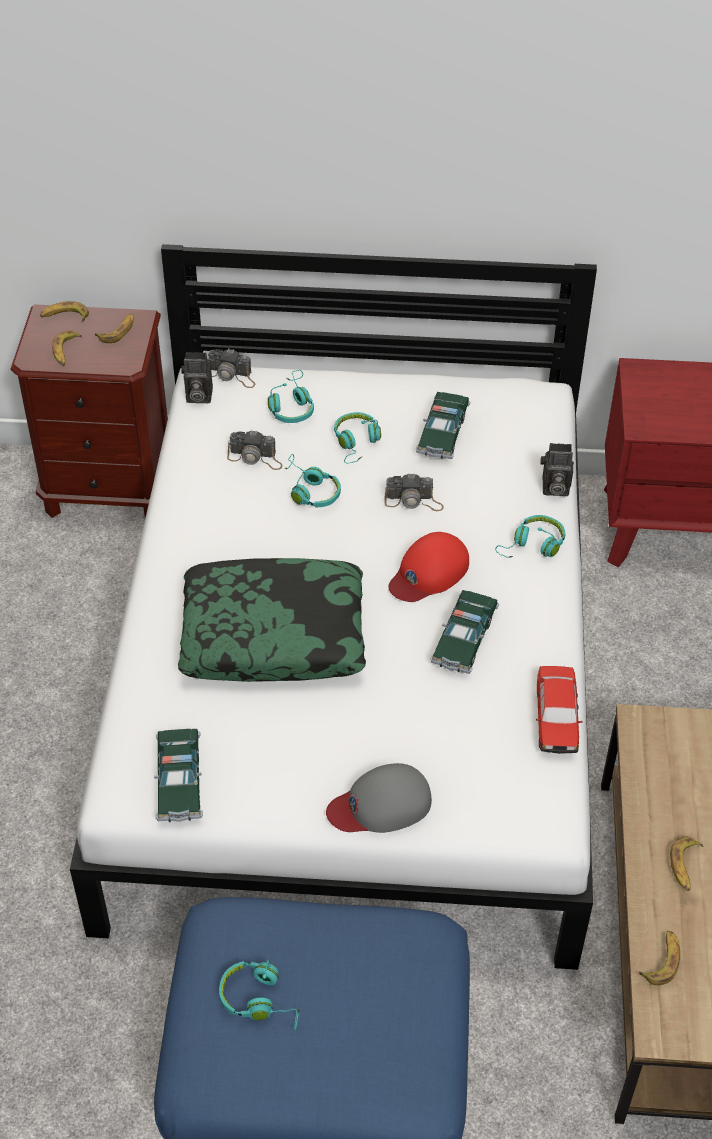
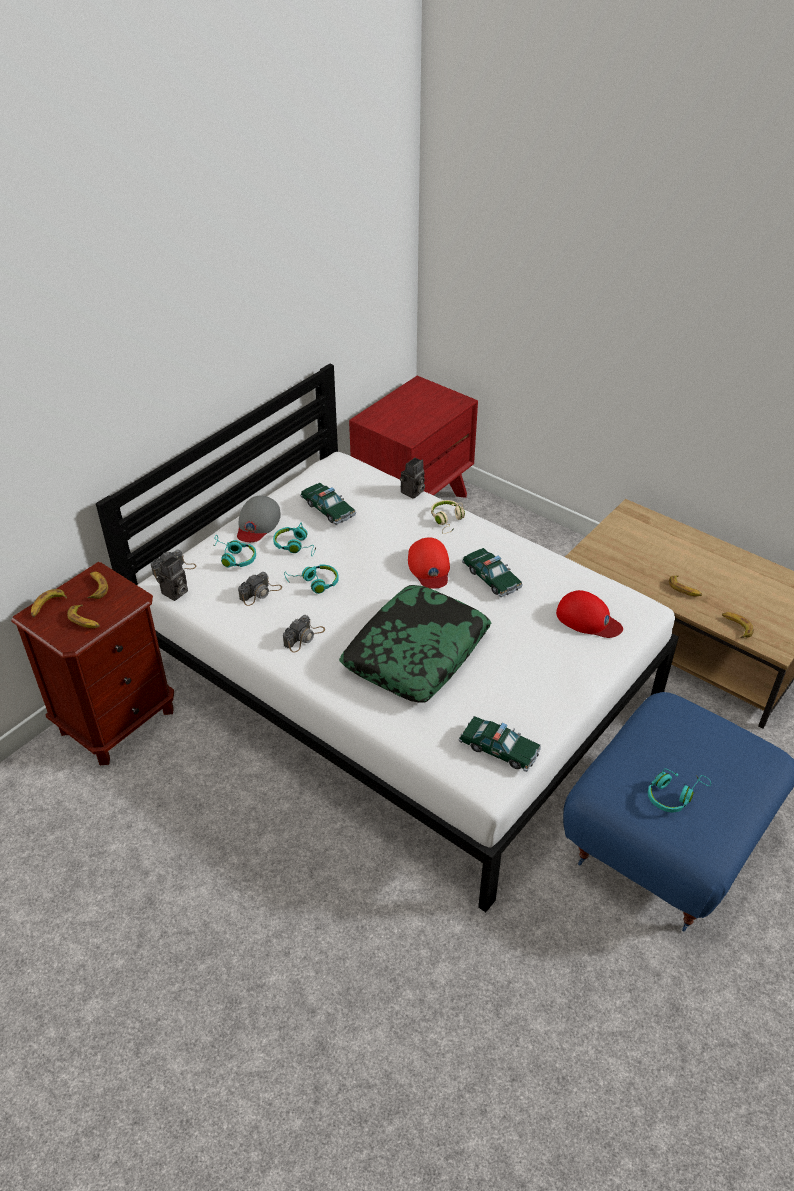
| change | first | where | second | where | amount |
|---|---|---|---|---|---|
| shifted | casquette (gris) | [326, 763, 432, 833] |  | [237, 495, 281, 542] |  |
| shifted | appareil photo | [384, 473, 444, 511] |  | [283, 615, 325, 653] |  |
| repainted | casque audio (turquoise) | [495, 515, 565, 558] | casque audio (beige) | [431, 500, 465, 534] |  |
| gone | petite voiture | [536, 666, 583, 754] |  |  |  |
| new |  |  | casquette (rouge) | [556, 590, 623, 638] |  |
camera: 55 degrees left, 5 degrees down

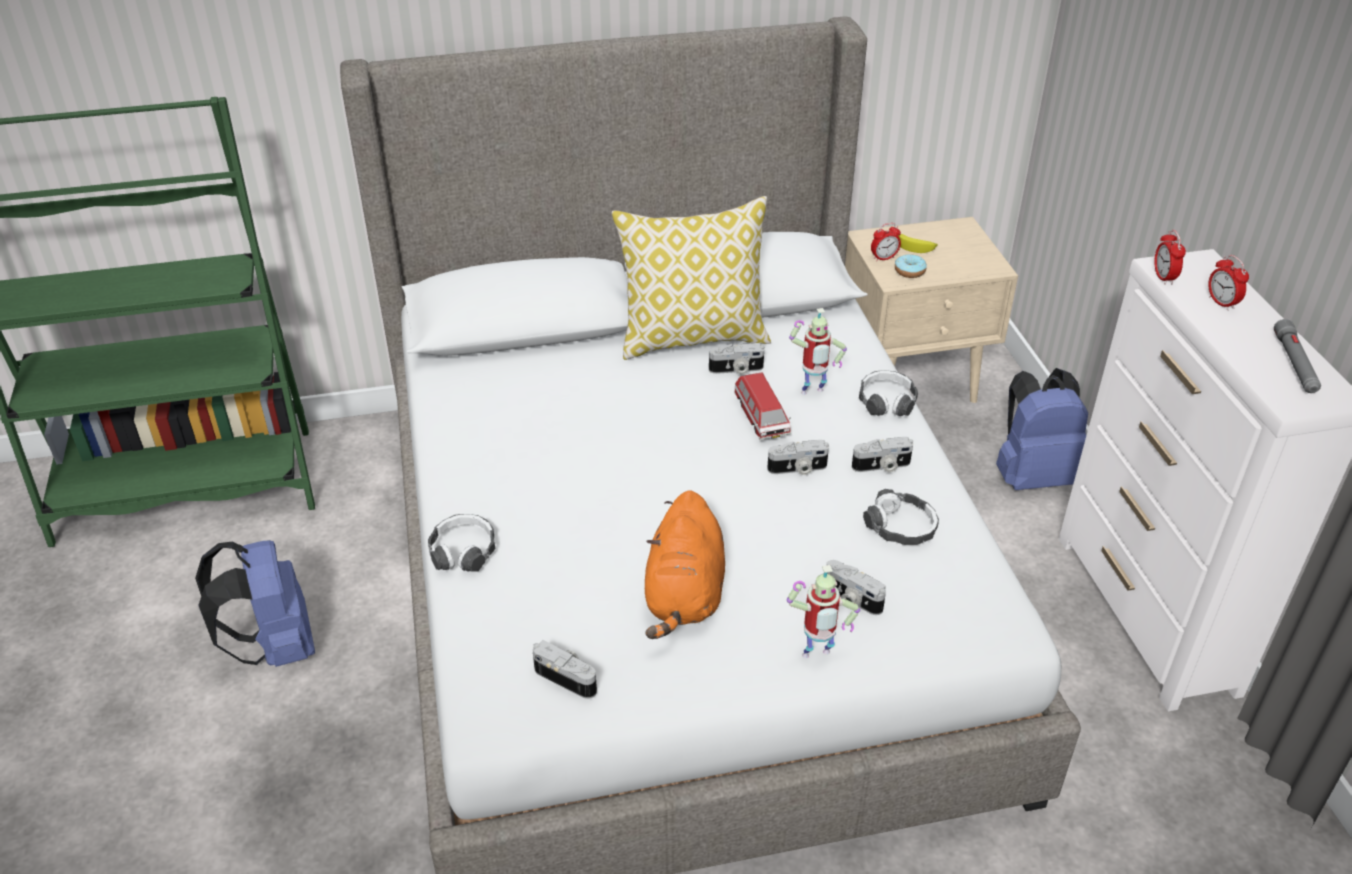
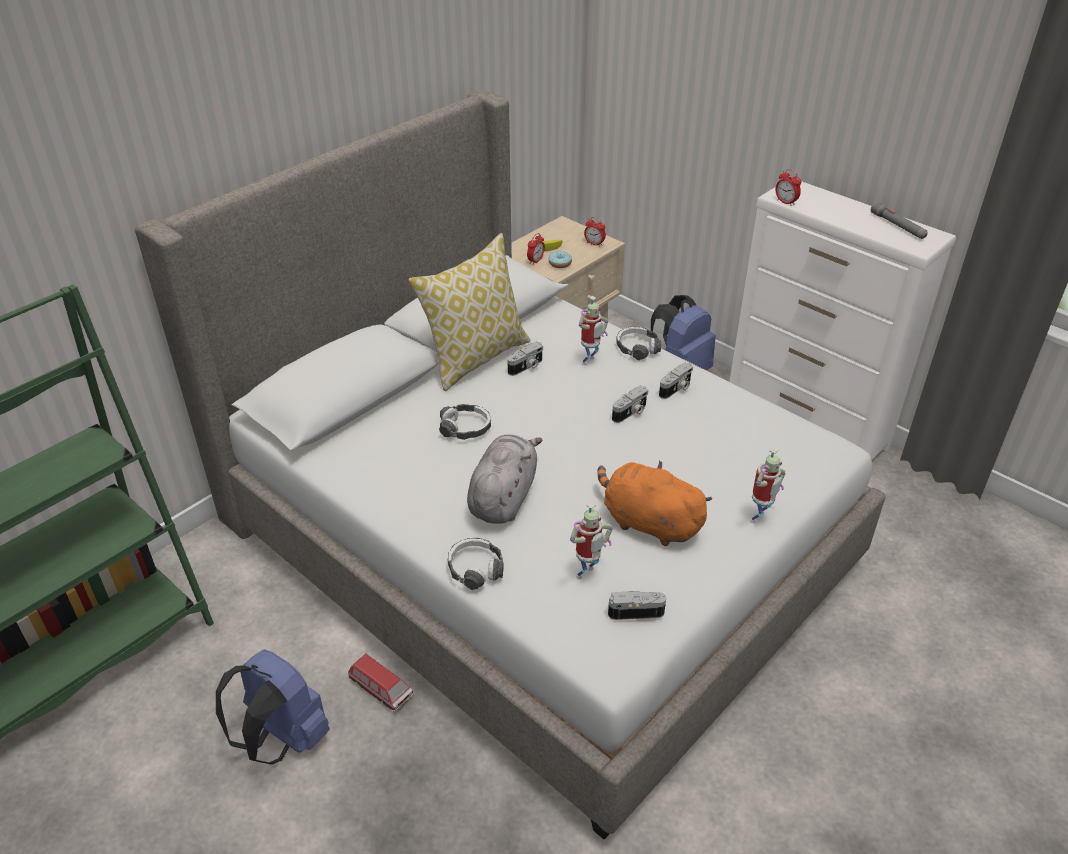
| change | first | where | second | where | amount |
|---|---|---|---|---|---|
| rotated | peluche (orange) | [645, 490, 725, 639] |  | [597, 460, 712, 546] | 150 degrees clockwise |
| shifted | petite voiture | [734, 372, 791, 440] |  | [348, 654, 414, 712] |  |
| gone | appareil photo | [826, 560, 886, 615] |  |  |  |
| shifted | casque audio | [863, 489, 939, 545] |  | [439, 404, 491, 440] |  |
| shifted | réveil | [1208, 255, 1249, 311] |  | [584, 217, 606, 247] |  |
| new |  |  | peluche (gris) | [467, 435, 543, 524] |  |
| new |  |  | robot jouet | [570, 502, 613, 579] |  |
camera: 35 degrees left, 0 degrees up

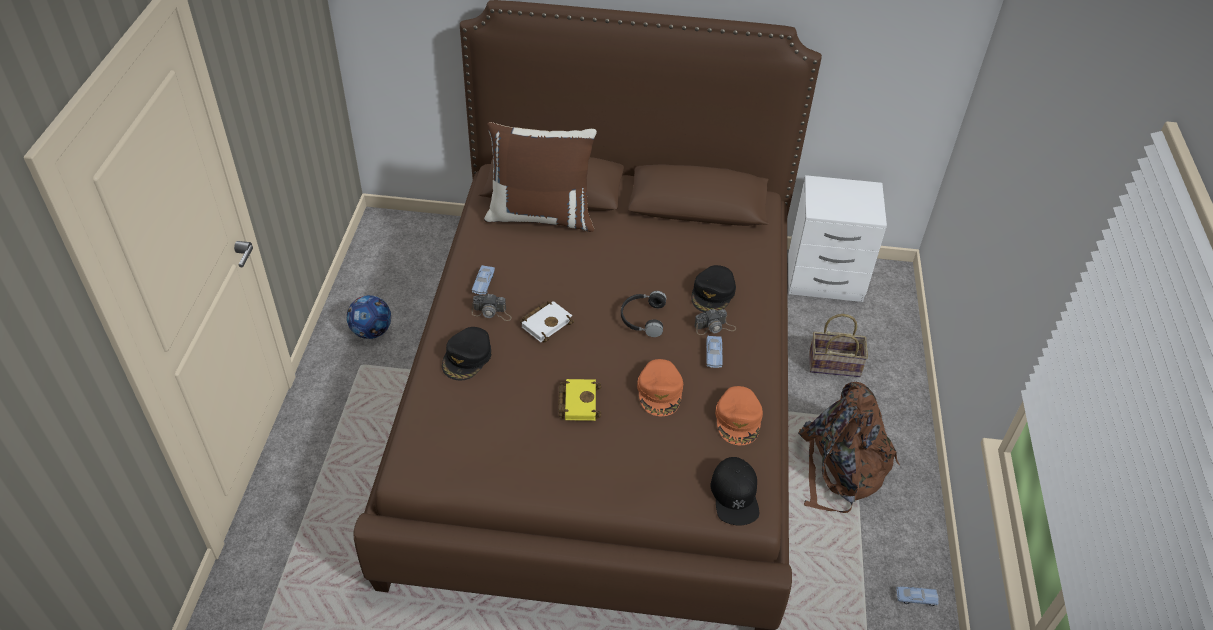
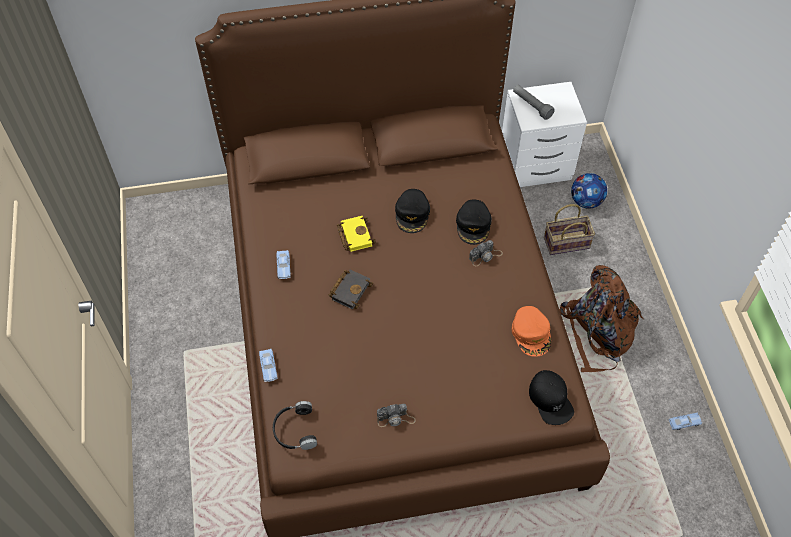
| change | first | where | second | where | amount |
|---|---|---|---|---|---|
| shifted | ballon de foot | [347, 295, 391, 339] |  | [571, 173, 607, 209] |  |
| shifted | casquette (noir) | [442, 327, 491, 380] |  | [395, 189, 430, 233] |  |
| shifted | appareil photo | [472, 293, 512, 321] |  | [377, 404, 416, 427] |  |
| gone | coussin (marron) | [484, 122, 597, 232] |  |  |  |
| repainted | livre (blanc) | [519, 301, 574, 342] | livre (noir) | [329, 270, 374, 309] |  |
| shifted | livre (jaune) | [558, 379, 601, 421] |  | [337, 216, 376, 252] |  |
| shifted | casque audio (noir) | [621, 291, 666, 337] |  | [273, 401, 317, 450] |  |
| gone | casquette (orange) | [637, 359, 683, 416] |  |  |  |
| shifted | petite voiture (bleu) | [706, 336, 723, 368] |  | [259, 349, 278, 382] |  |
| new |  |  | lampe de poche (gris) | [513, 85, 555, 120] |  |
camera: 15 degrees left, 10 degrees up

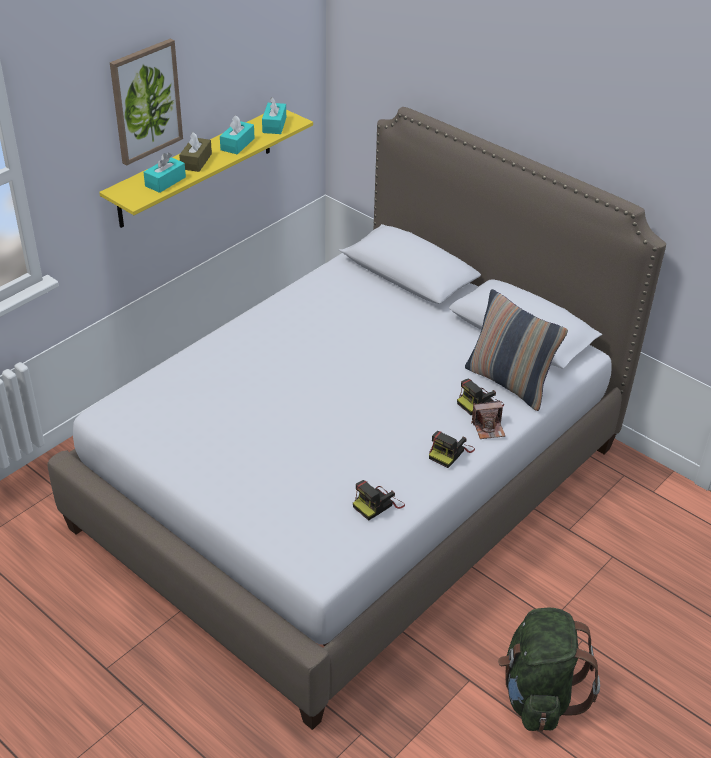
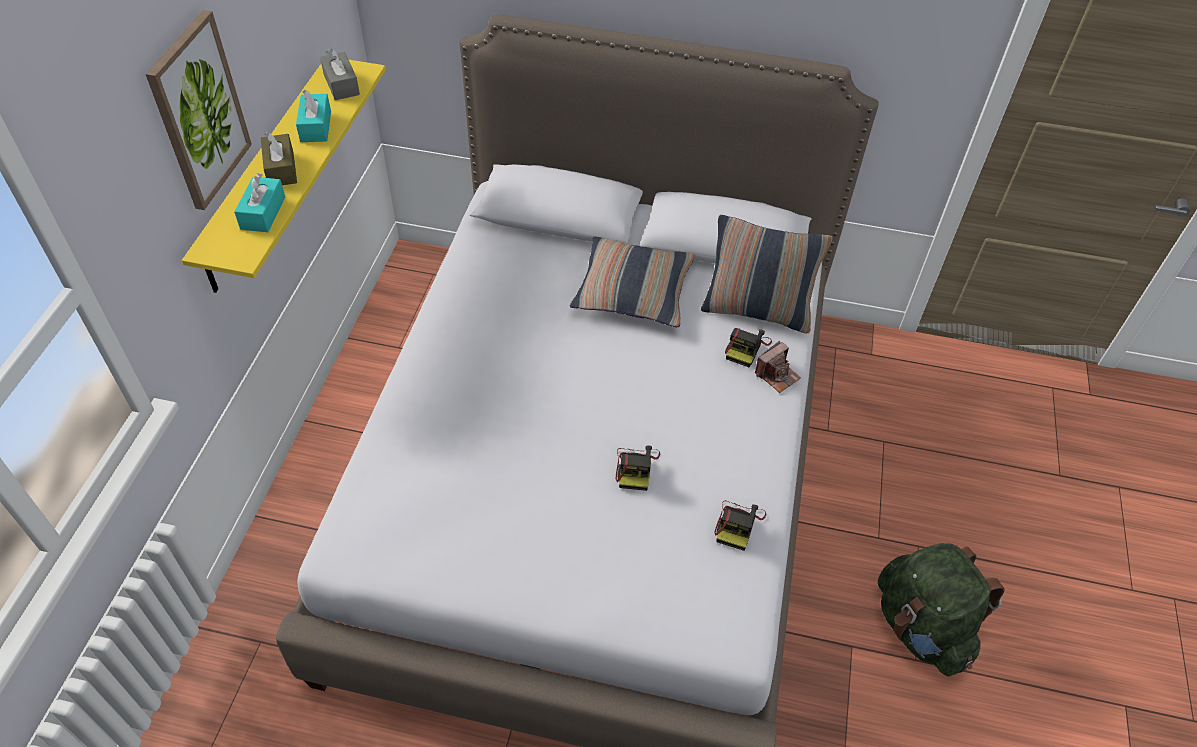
| change | first | where | second | where | amount |
|---|---|---|---|---|---|
| repainted | boîte à mouchoirs (turquoise) | [262, 97, 286, 134] | boîte à mouchoirs (gris) | [320, 49, 360, 100] |  |
| shifted | appareil photo | [429, 431, 475, 468] |  | [616, 445, 660, 491] |  |
| new |  |  | coussin | [570, 237, 696, 327] |  |
camera: 30 degrees left, 10 degrees up

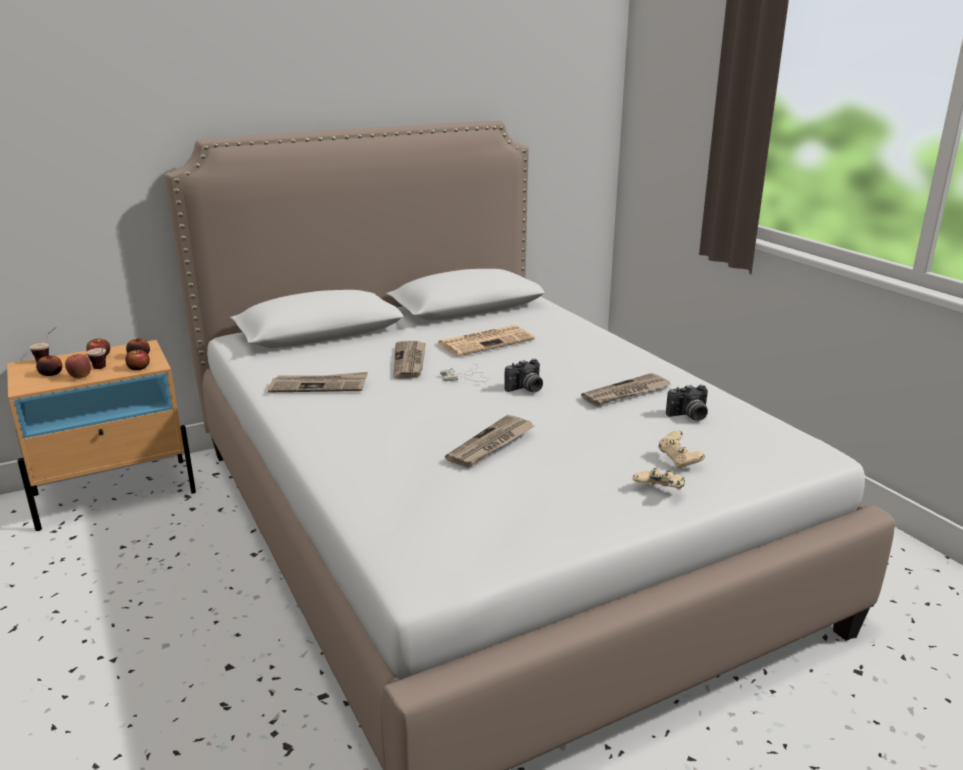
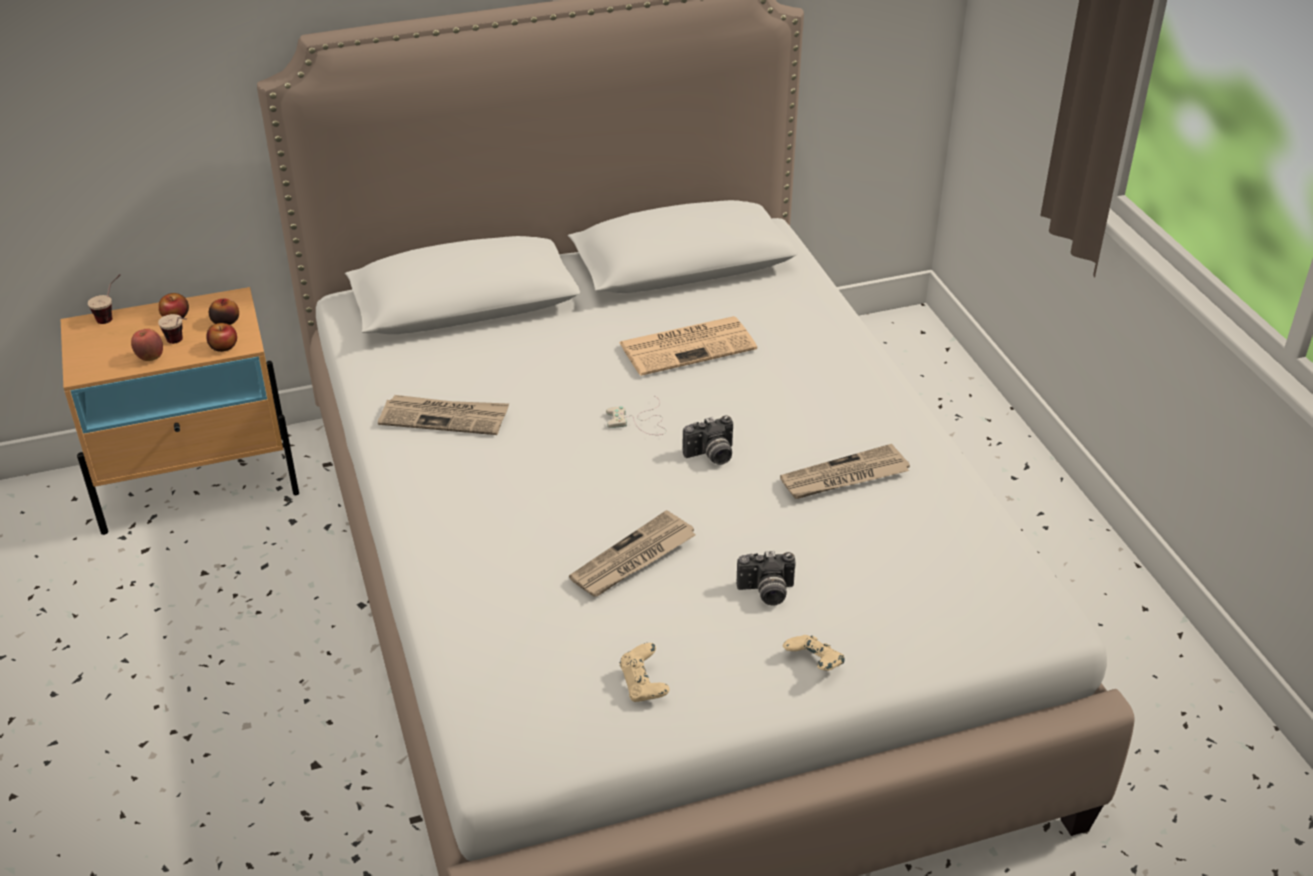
| change | first | where | second | where | amount |
|---|---|---|---|---|---|
| gone | pomme | [36, 355, 62, 376] |  |  |  |
| gone | journal | [393, 341, 426, 378] |  |  |  |
| shifted | manette (beige) | [658, 430, 705, 469] |  | [619, 643, 669, 702] |  |
| shifted | appareil photo | [666, 385, 708, 421] |  | [737, 551, 796, 606] |  |
camera: 10 degrees right, 15 degrees up

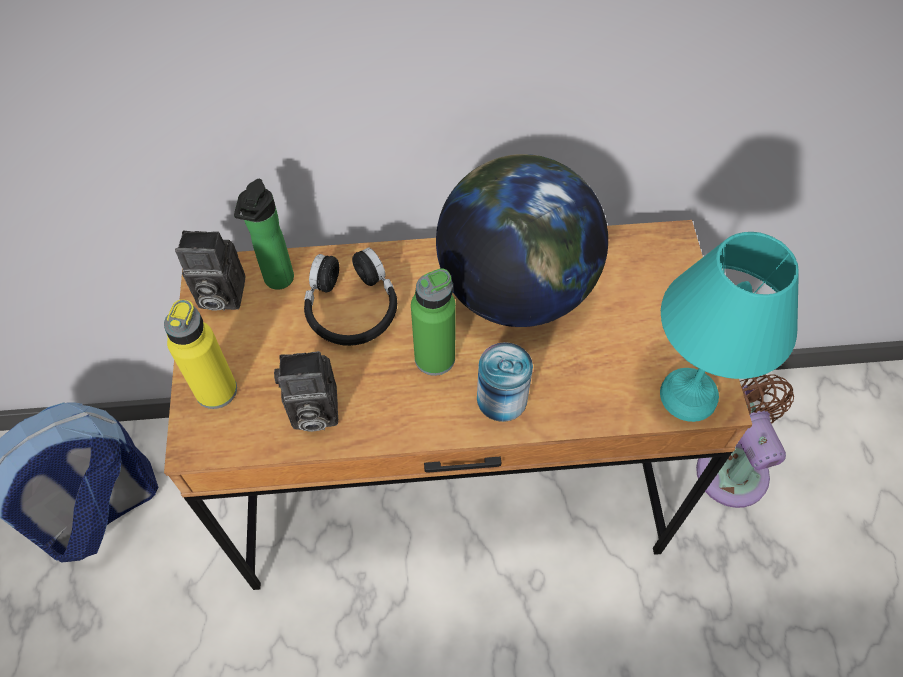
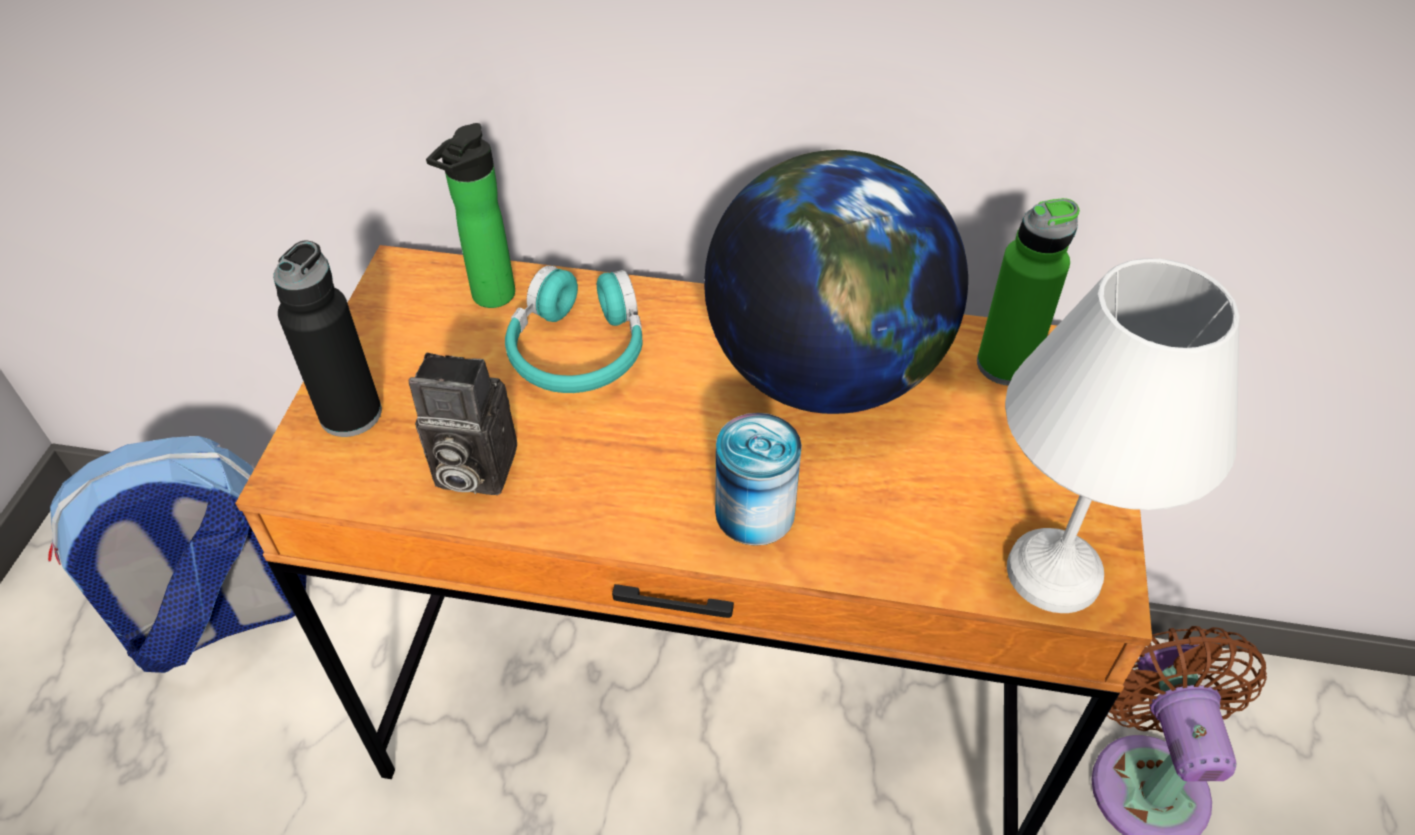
| change | first | where | second | where | amount |
|---|---|---|---|---|---|
| repainted | bouteille (jaune) | [164, 299, 237, 409] | bouteille (noir) | [273, 241, 382, 437] |  |
| gone | appareil photo | [175, 230, 245, 311] |  |  |  |
| repainted | casque audio (noir) | [304, 247, 397, 346] | casque audio (turquoise) | [505, 265, 643, 393] |  |
| shifted | bouteille (vert) | [411, 269, 456, 376] |  | [977, 198, 1080, 386] |  |
| repainted | lampe de table (turquoise) | [660, 232, 799, 422] | lampe de table (blanc) | [1005, 258, 1240, 613] |  |
camera: 15 degrees right, 10 degrees down

